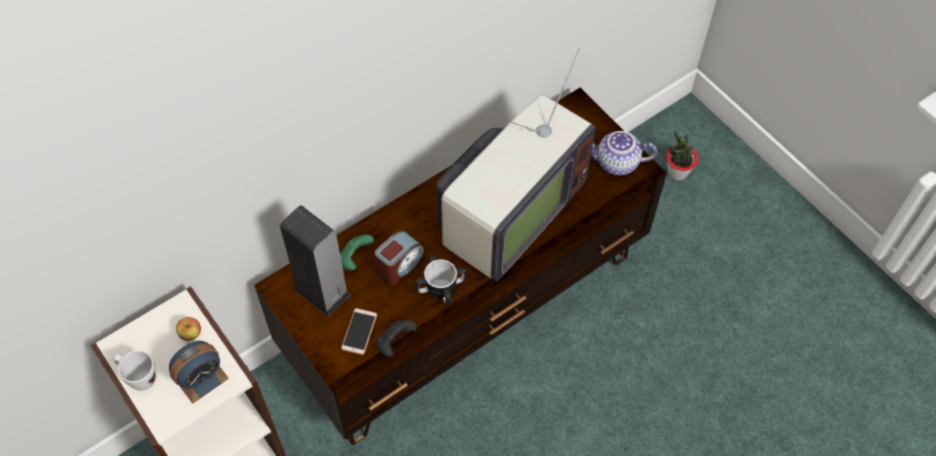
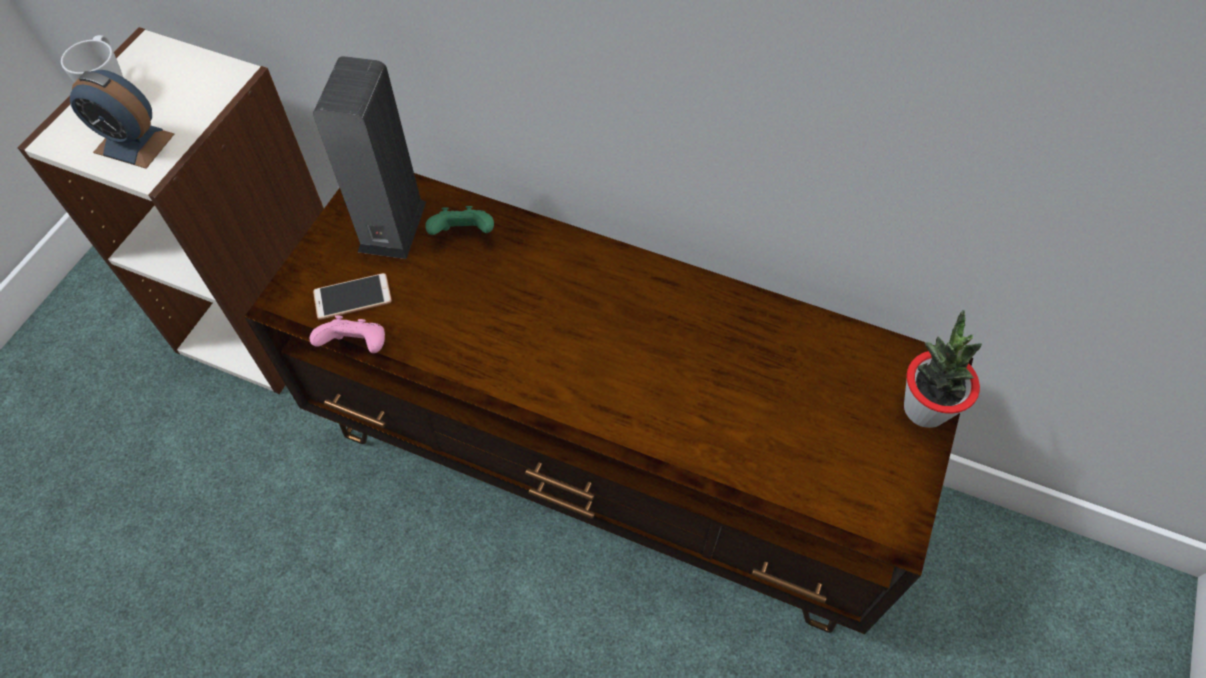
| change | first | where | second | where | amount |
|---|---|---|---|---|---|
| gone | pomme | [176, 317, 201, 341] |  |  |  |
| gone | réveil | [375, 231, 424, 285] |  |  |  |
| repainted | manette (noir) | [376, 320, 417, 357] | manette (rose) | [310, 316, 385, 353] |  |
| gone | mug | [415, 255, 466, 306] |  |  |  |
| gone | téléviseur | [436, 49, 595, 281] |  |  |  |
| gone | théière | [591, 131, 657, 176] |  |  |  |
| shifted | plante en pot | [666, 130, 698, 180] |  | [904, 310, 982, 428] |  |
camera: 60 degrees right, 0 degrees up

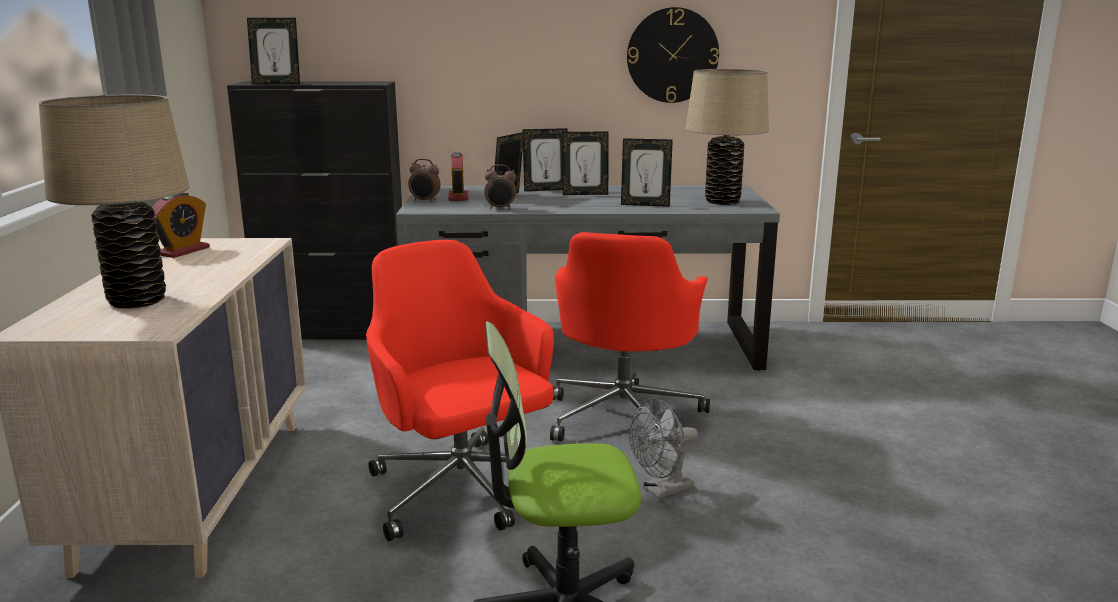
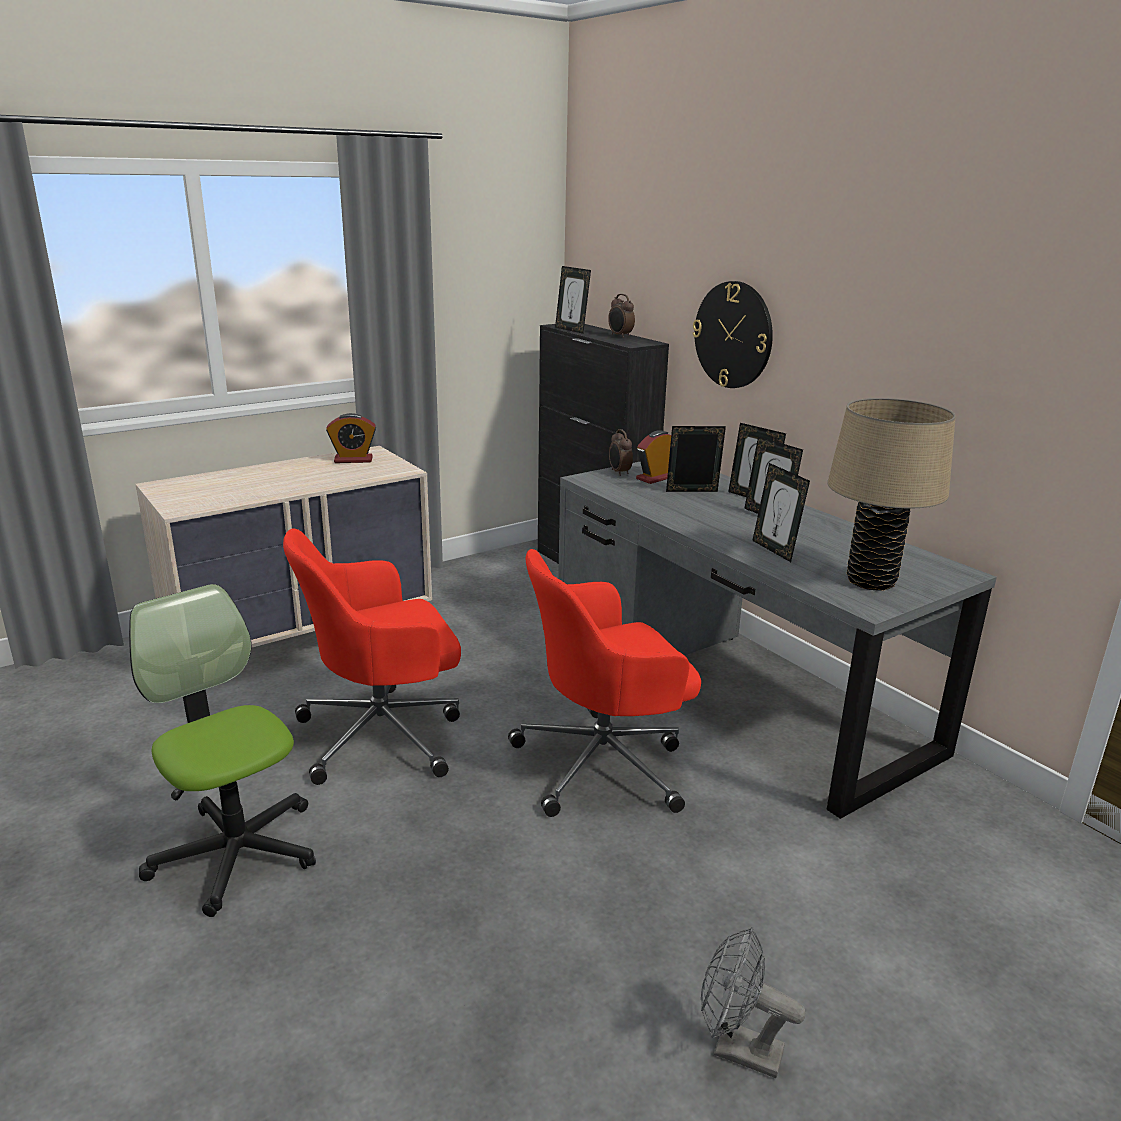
| change | first | where | second | where | amount |
|---|---|---|---|---|---|
| gone | lampe de table (beige) | [39, 95, 189, 308] |  |  |  |
| rotated | chaise de bureau (rouge) | [366, 240, 554, 541] |  | [283, 529, 461, 785] | 135 degrees counterclockwise |
| shifted | réveil | [484, 165, 517, 210] |  | [608, 294, 635, 338] |  |
| shifted | horloge murale | [627, 7, 719, 103] |  | [692, 281, 773, 388] |  |
| shifted | ventilateur (gris) | [629, 398, 698, 499] |  | [701, 927, 806, 1078] |  |
camera: 55 degrees right, 5 degrees up

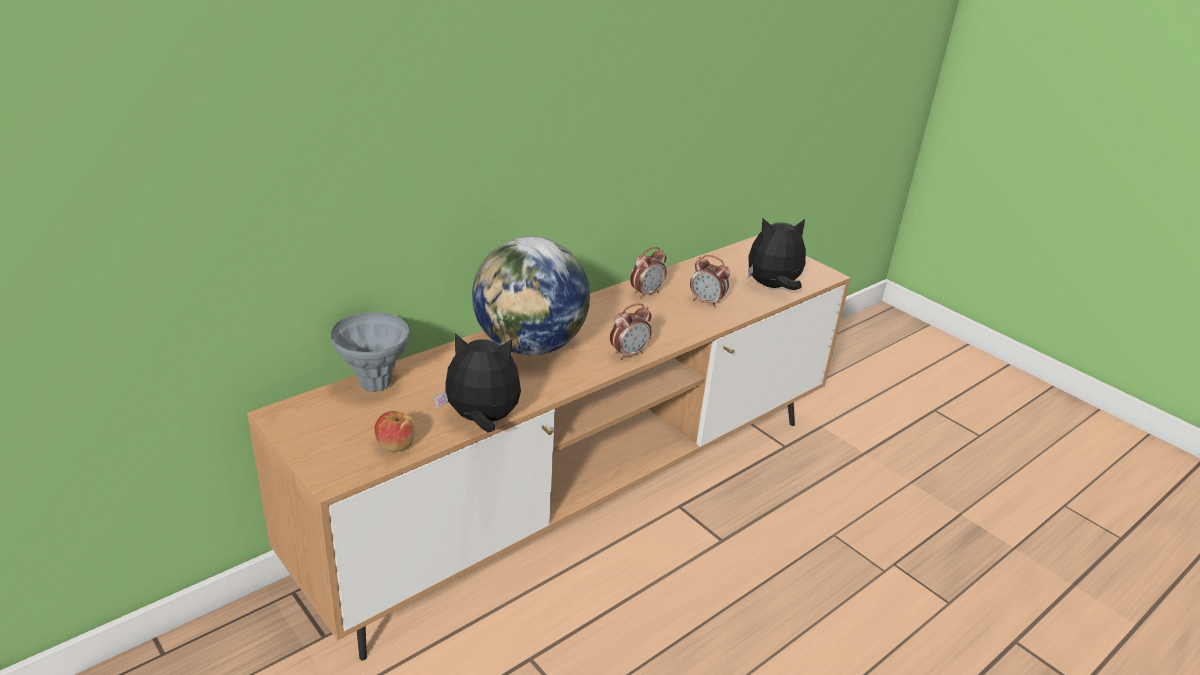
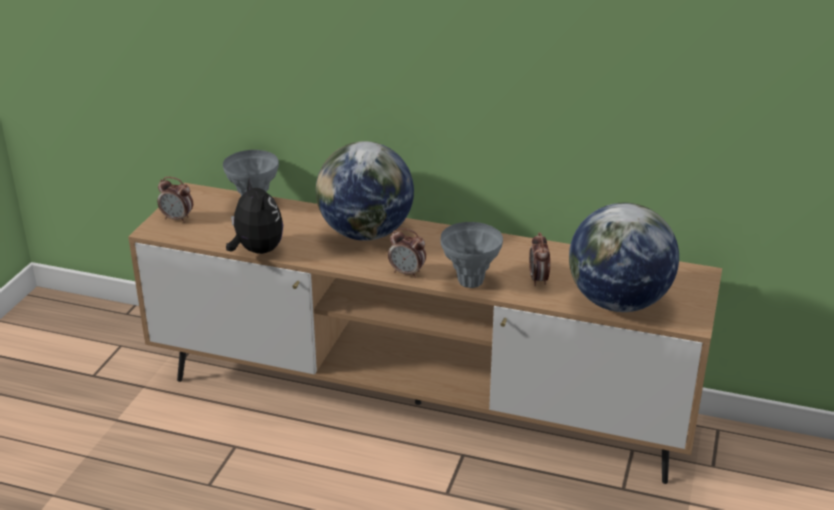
| change | first | where | second | where | amount |
|---|---|---|---|---|---|
| gone | pomme | [374, 411, 416, 452] |  |  |  |
| shifted | réveil | [630, 247, 666, 299] |  | [157, 177, 193, 223] |  |
| swapped | peluche | [748, 218, 806, 290] | globe | [569, 203, 679, 312] |  |
| new |  |  | vase (gris) | [440, 222, 503, 288] |  |
camera: 60 degrees right, 0 degrees up

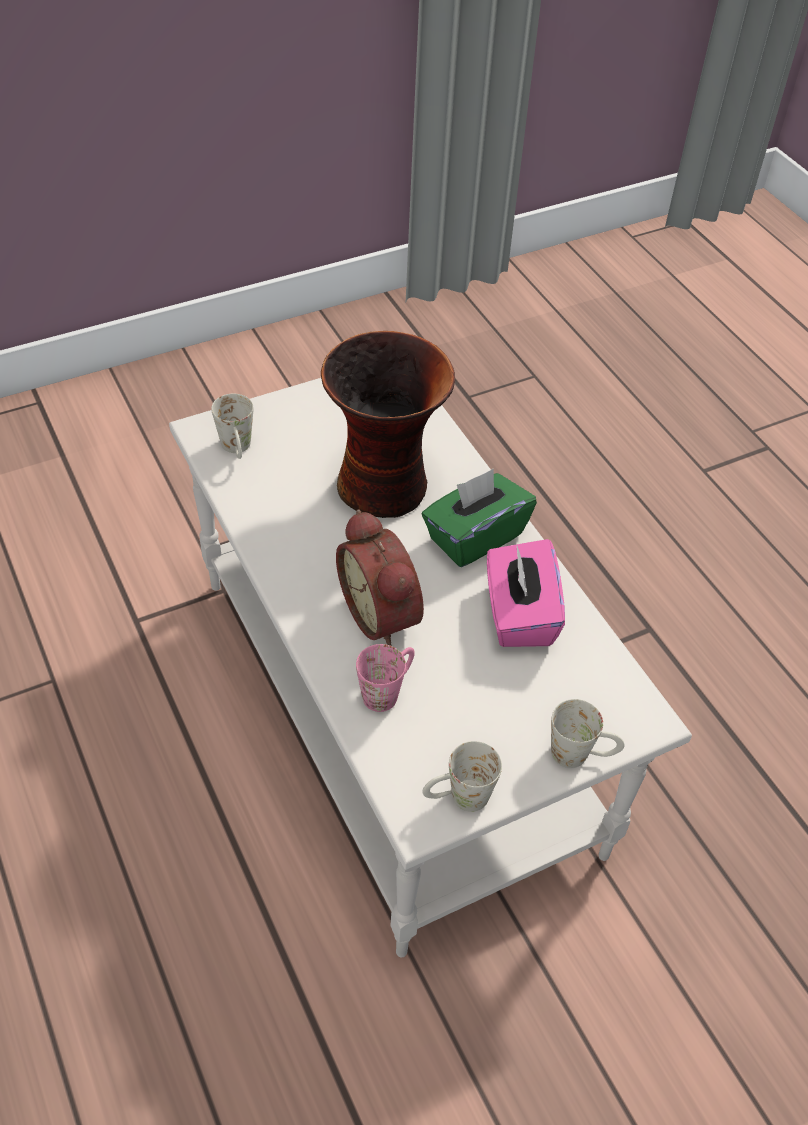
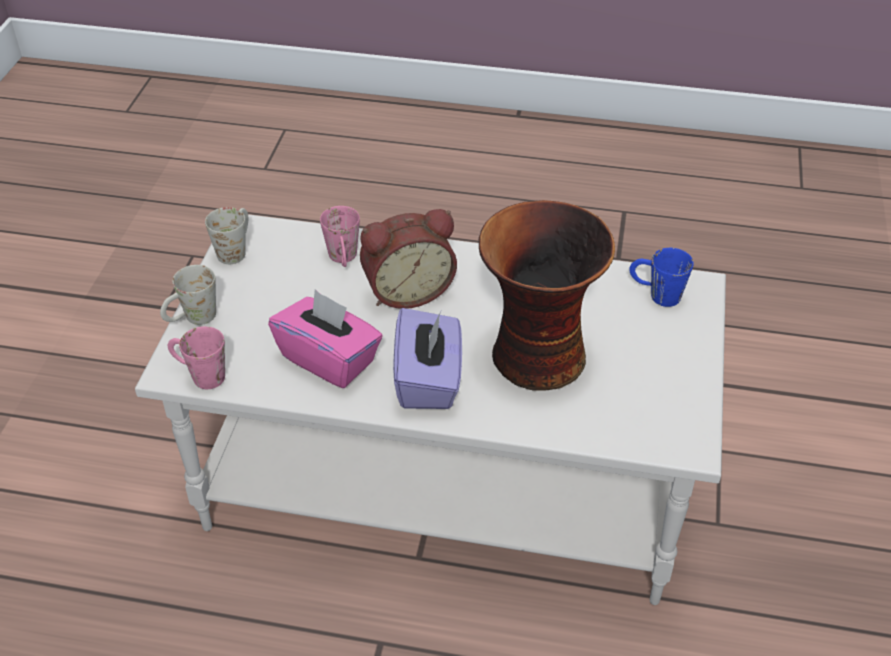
| change | first | where | second | where | amount |
|---|---|---|---|---|---|
| repainted | mug (blanc) | [211, 394, 253, 459] | mug (bleu) | [629, 248, 694, 307] |  |
| rotated | réveil | [336, 510, 424, 646] |  | [360, 209, 457, 309] | 150 degrees clockwise |
| repainted | boîte à mouchoirs (vert) | [422, 469, 537, 567] | boîte à mouchoirs (violet) | [393, 308, 462, 409] |  |
| new |  |  | mug (rose) | [168, 326, 225, 389] |  |
camera: 130 degrees right, 5 degrees down

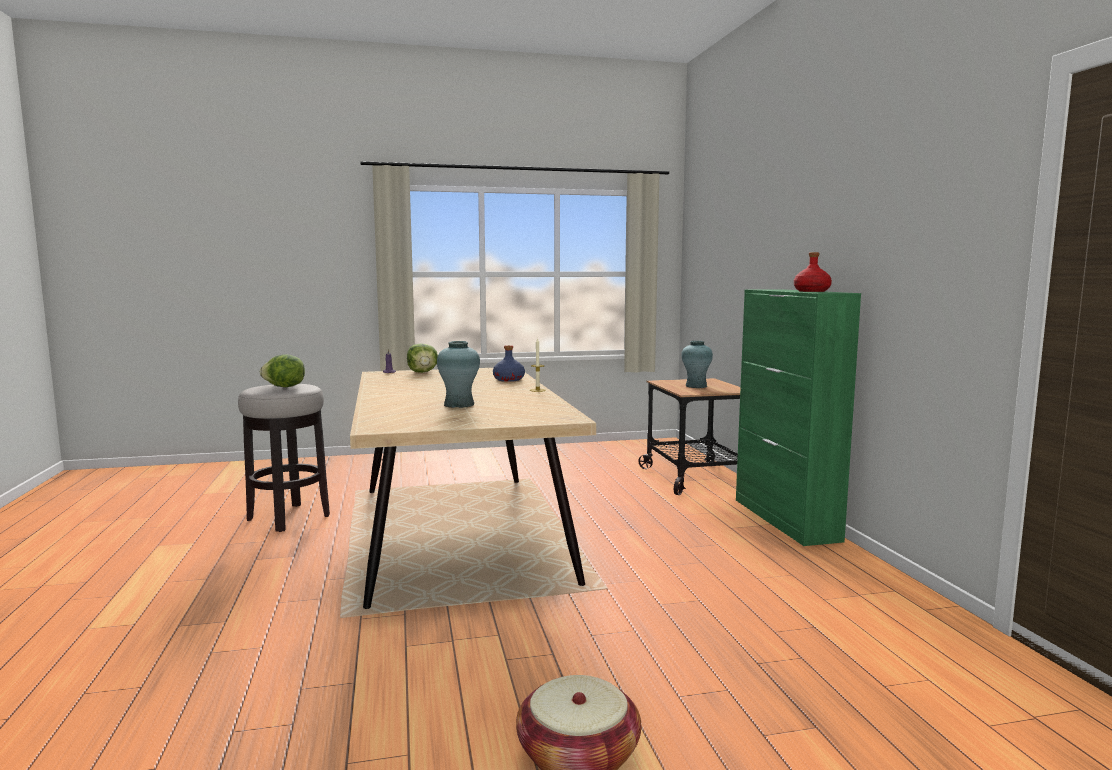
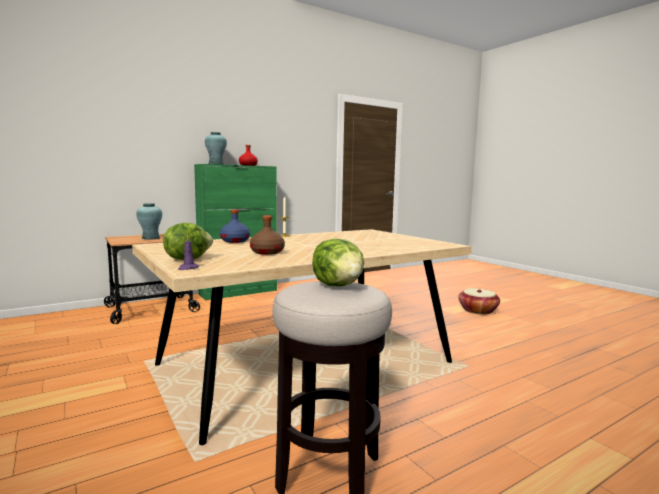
| change | first | where | second | where | amount |
|---|---|---|---|---|---|
| shifted | vase (turquoise) | [437, 341, 480, 408] |  | [205, 132, 227, 165] |  |
| new |  |  | bouteille (marron) | [250, 215, 285, 255] |  |
camera: 110 degrees left, 0 degrees up

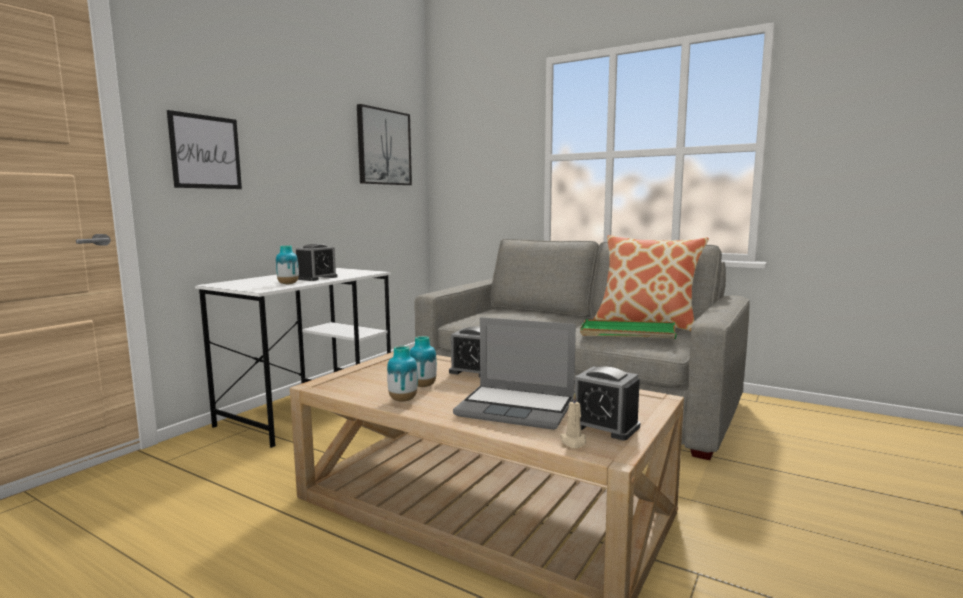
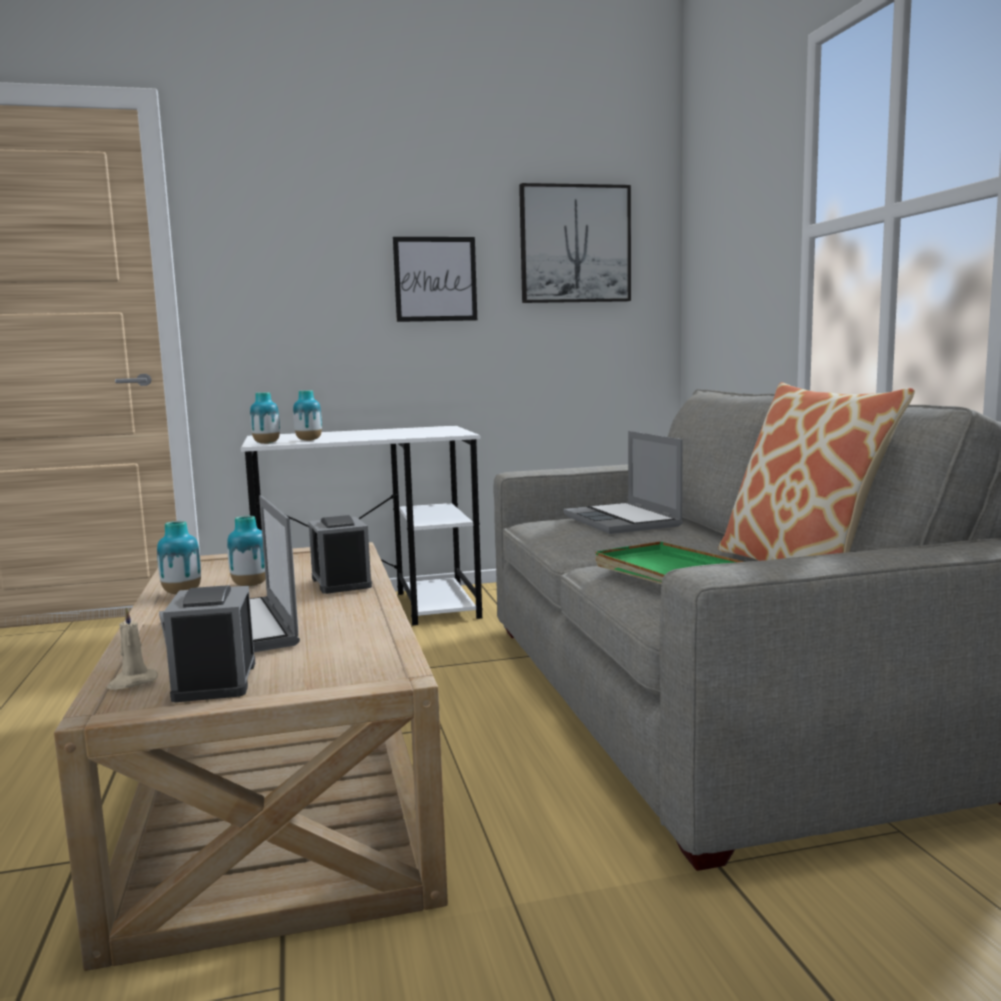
| change | first | where | second | where | amount |
|---|---|---|---|---|---|
| shifted | tableau | [167, 110, 242, 189] |  | [393, 237, 477, 322] |  |
| gone | réveil | [296, 244, 337, 281] |  |  |  |
| new |  |  | vase | [250, 392, 280, 444] |  |
| new |  |  | ordinateur portable | [564, 431, 683, 534] |  |
camera: 45 degrees right, 0 degrees up

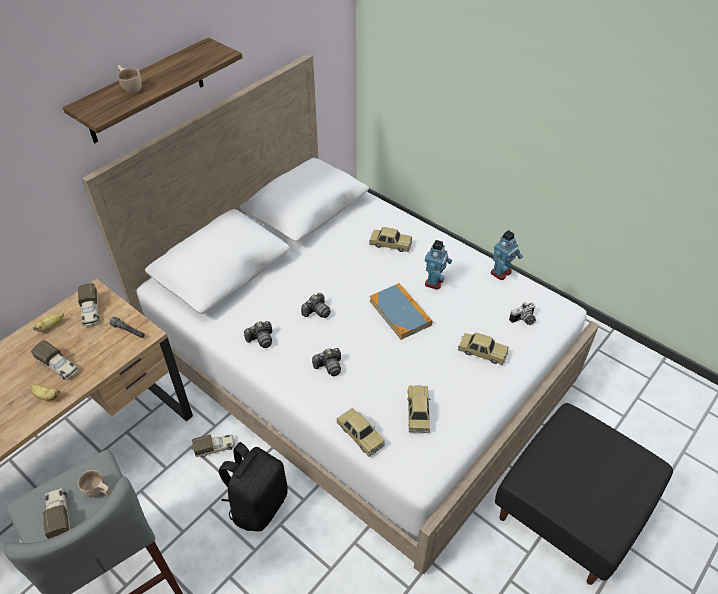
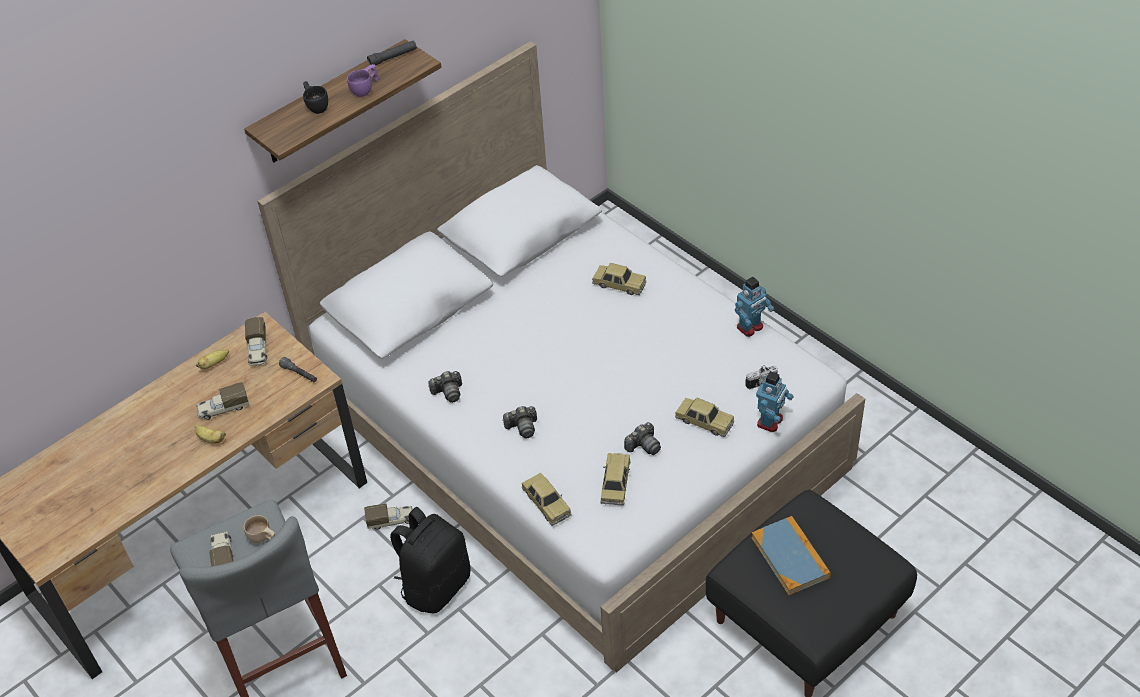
| change | first | where | second | where | amount |
|---|---|---|---|---|---|
| rotated | camion jouet | [31, 340, 79, 380] |  | [196, 382, 249, 420] | 120 degrees clockwise |
| repainted | tasse (beige) | [117, 65, 142, 94] | tasse (noir) | [303, 81, 328, 114] |  |
| shifted | appareil photo | [301, 293, 331, 318] |  | [624, 422, 661, 455] |  |
| shifted | livre | [370, 283, 432, 340] |  | [751, 516, 831, 595] |  |
| shifted | robot jouet | [425, 240, 452, 290] |  | [756, 371, 794, 432] |  |
| new |  |  | tasse (violet) | [347, 64, 379, 97] |  |
| new |  |  | lampe de poche (noir) | [367, 41, 417, 65] |  |
camera: 10 degrees right, 0 degrees up

